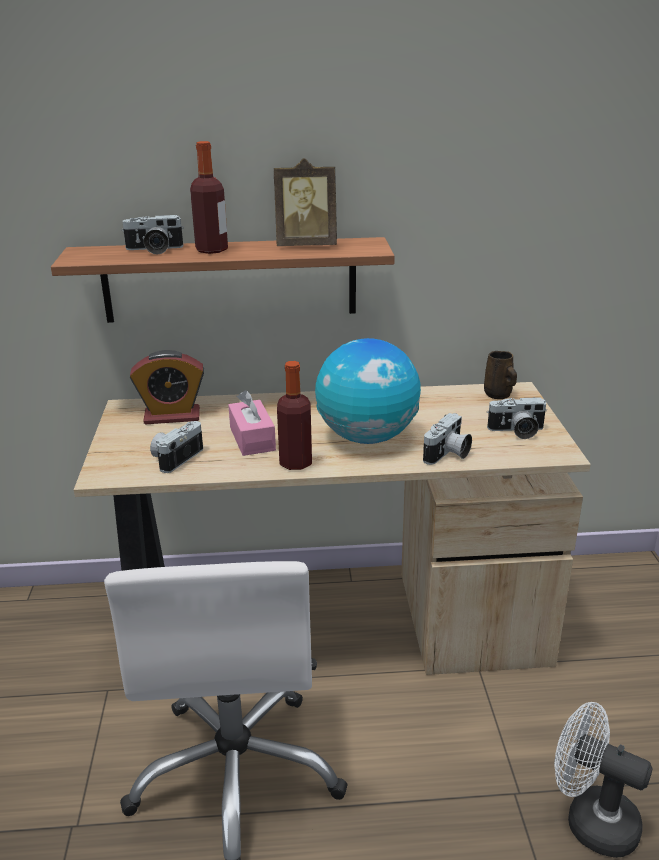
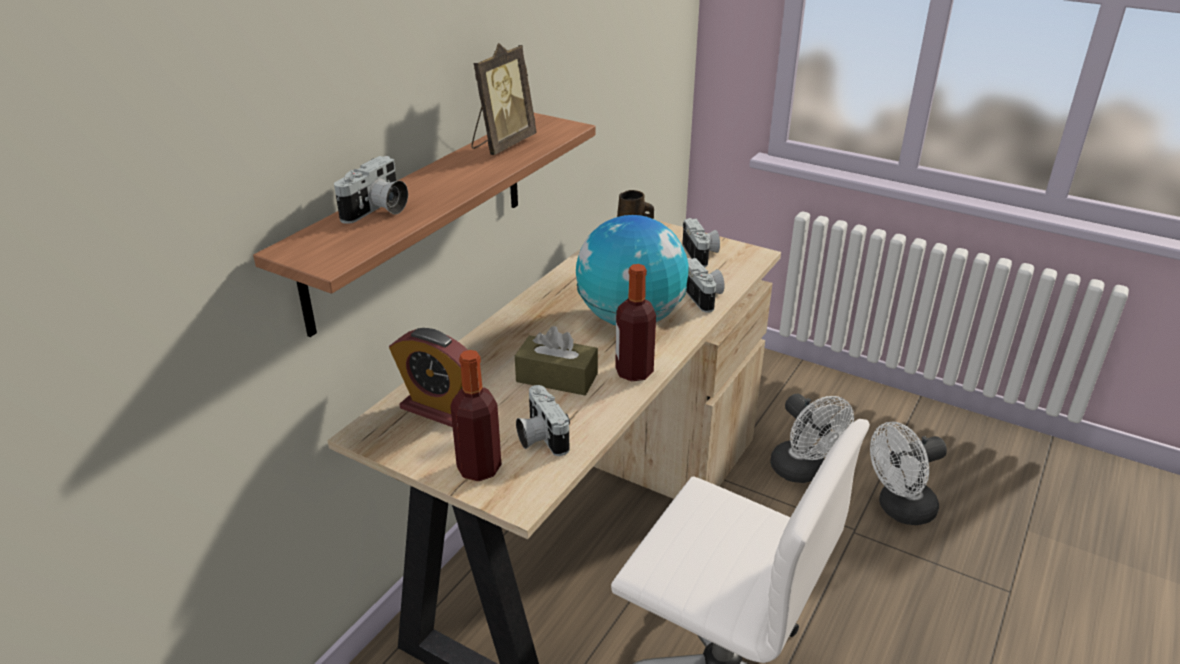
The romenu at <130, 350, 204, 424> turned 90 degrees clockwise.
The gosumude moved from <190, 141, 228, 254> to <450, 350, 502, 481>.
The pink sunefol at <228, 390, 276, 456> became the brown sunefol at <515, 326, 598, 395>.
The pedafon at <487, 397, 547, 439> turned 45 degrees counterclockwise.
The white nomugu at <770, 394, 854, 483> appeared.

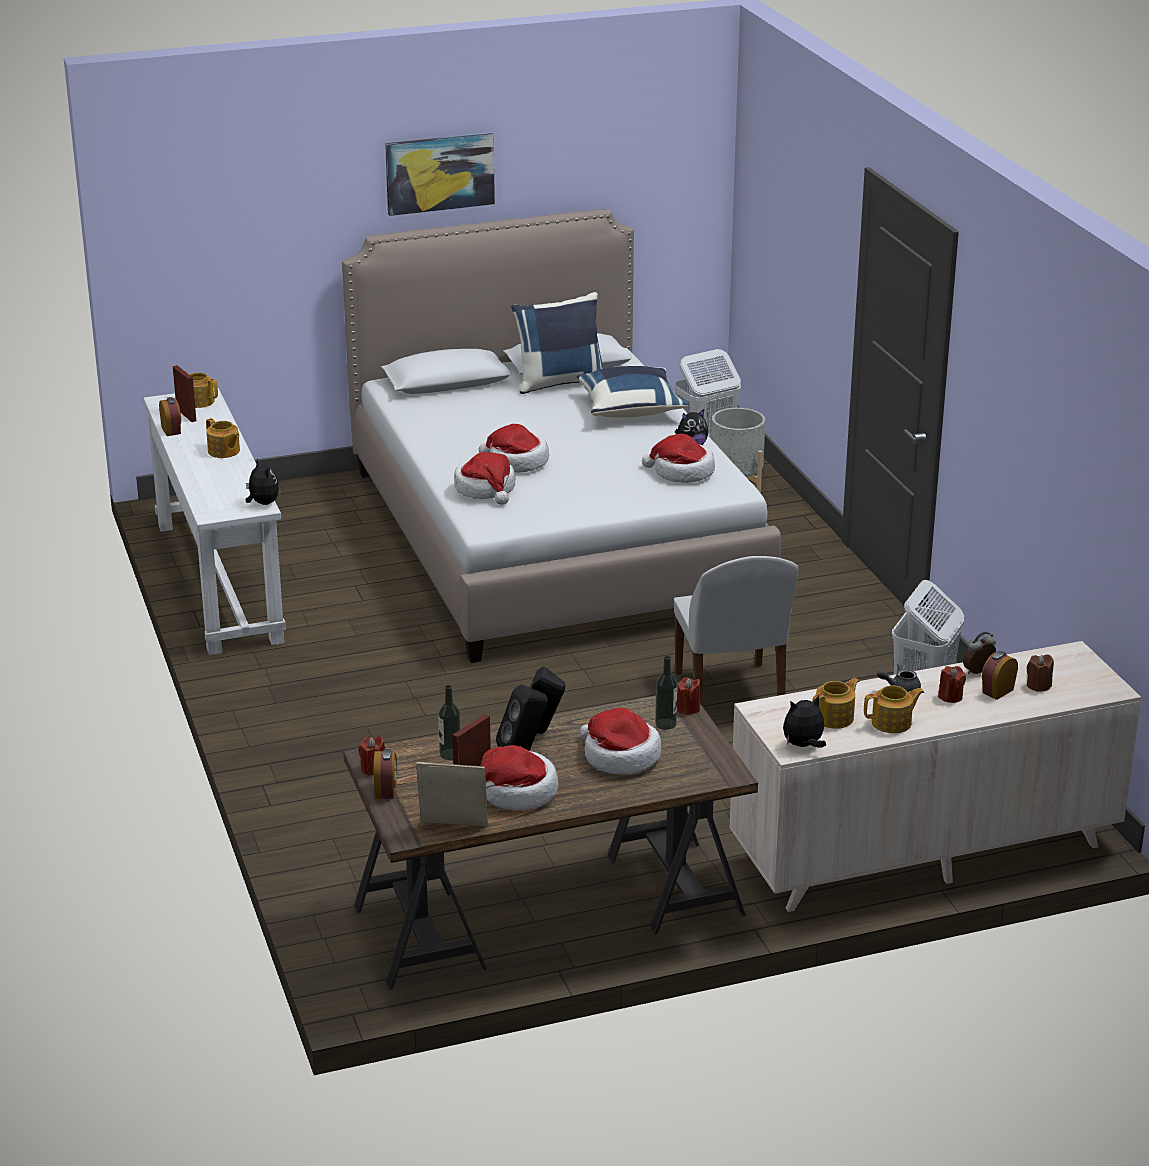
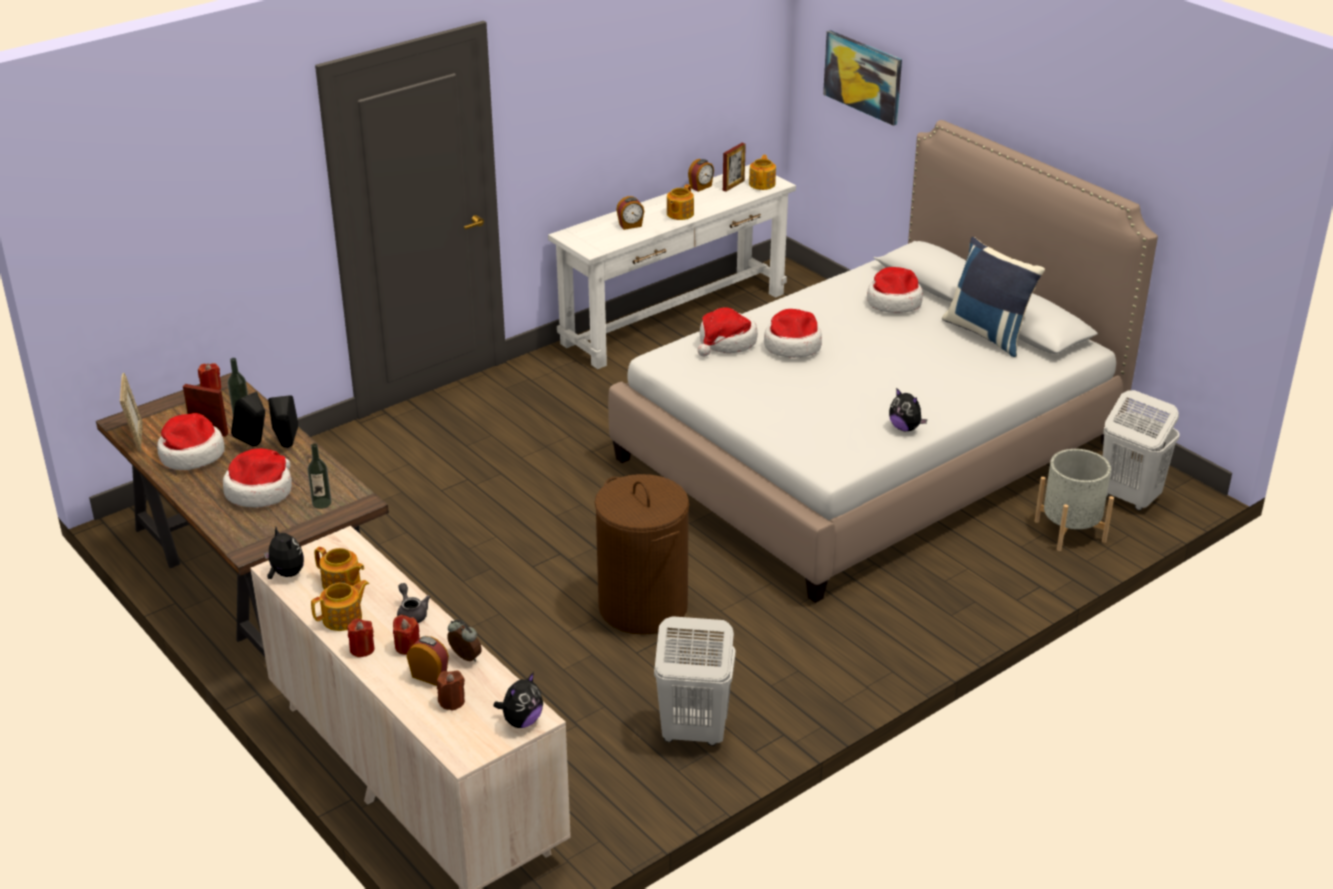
The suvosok moved from <246, 458, 279, 505> to <493, 672, 543, 728>.
The romenu moved from <374, 749, 397, 799> to <616, 196, 644, 230>.
The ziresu moved from <385, 132, 495, 216> to <823, 30, 902, 126>.
The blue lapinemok at <576, 366, 689, 418> disappeared.
The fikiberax moved from <642, 434, 715, 483> to <867, 267, 923, 313>.
The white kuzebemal at <674, 556, 799, 707> was replaced by the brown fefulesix at <594, 474, 689, 635>.
The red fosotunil moved from <677, 678, 700, 714> to <347, 619, 375, 657>.
The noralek at <864, 686, 925, 733> turned 90 degrees counterclockwise.

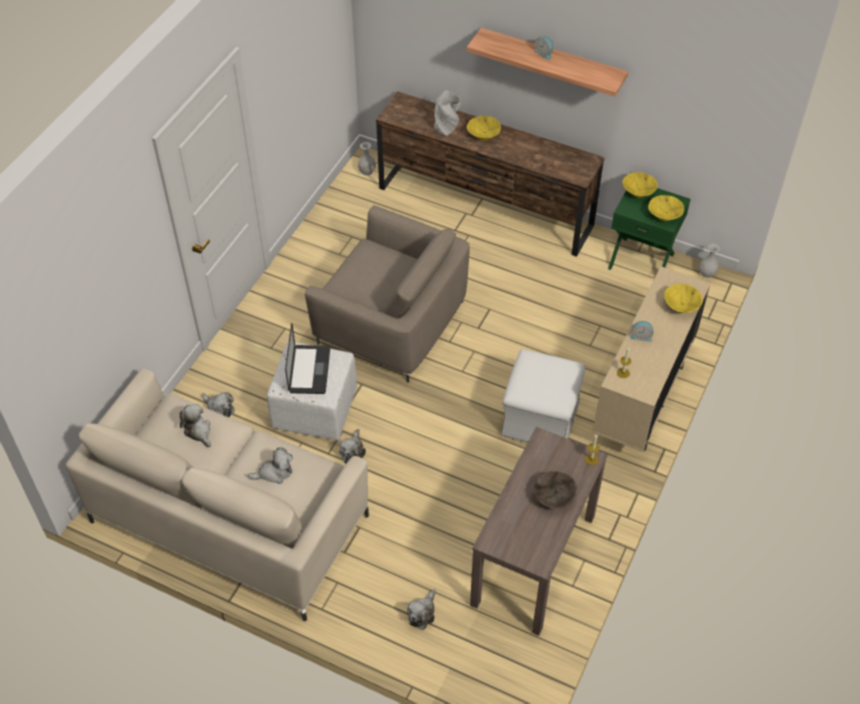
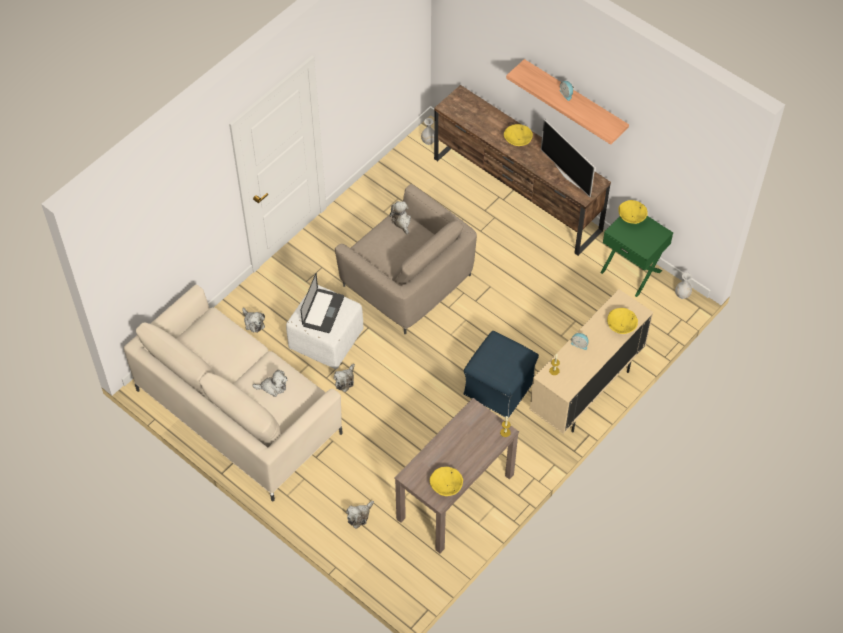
The suvosok moved from <180, 404, 211, 447> to <389, 201, 411, 234>.
The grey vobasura at <434, 91, 461, 136> disappeared.
The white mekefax at <501, 349, 586, 443> became the blue mekefax at <464, 331, 539, 418>.
The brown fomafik at <534, 471, 577, 509> disappeared.
The yellow fomafik moved from <648, 195, 684, 221> to <430, 467, 463, 496>.
The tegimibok at <541, 119, 595, 197> appeared.

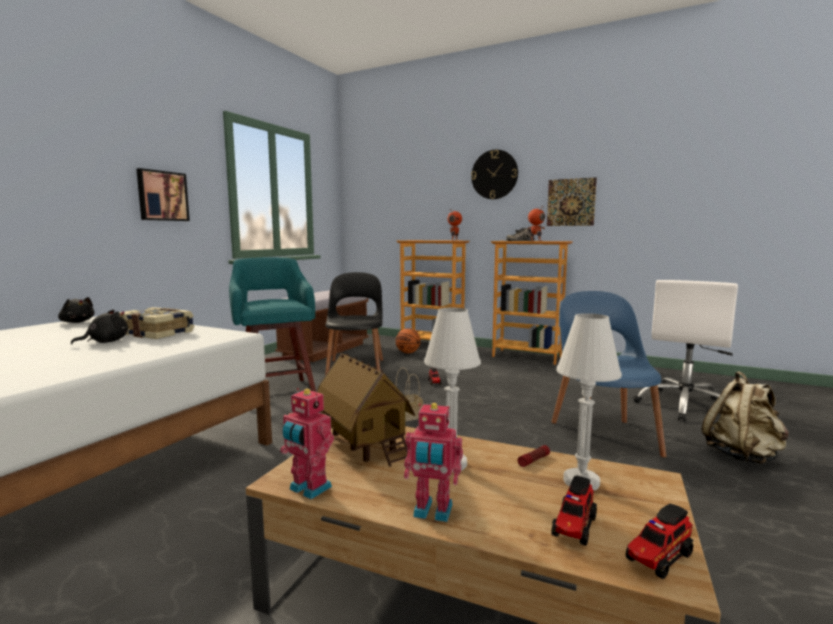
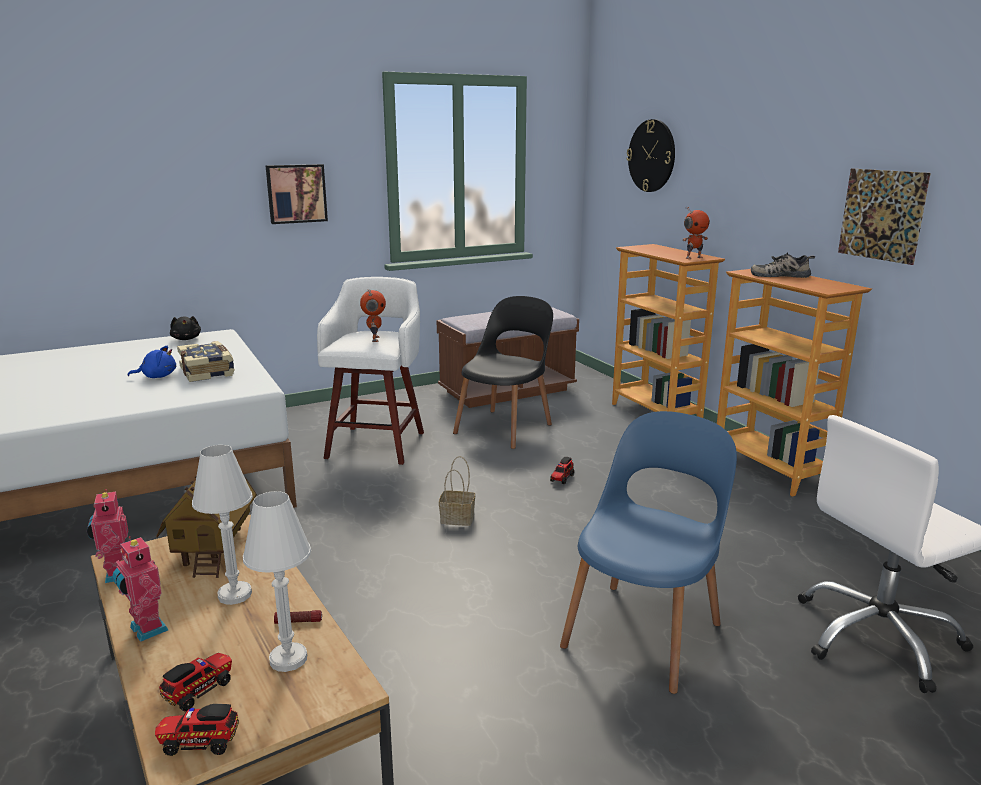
The black suvosok at <71, 309, 128, 344> became the blue suvosok at <127, 346, 176, 378>.
The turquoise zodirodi at <229, 257, 316, 392> became the white zodirodi at <317, 277, 424, 465>.
The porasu at <396, 328, 421, 353> disappeared.
The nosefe moved from <471, 149, 518, 199> to <627, 119, 675, 192>.
The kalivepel moved from <527, 207, 545, 241> to <360, 290, 386, 342>.
The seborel at <551, 476, 597, 546> turned 150 degrees clockwise.
The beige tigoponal at <702, 371, 789, 464> disappeared.

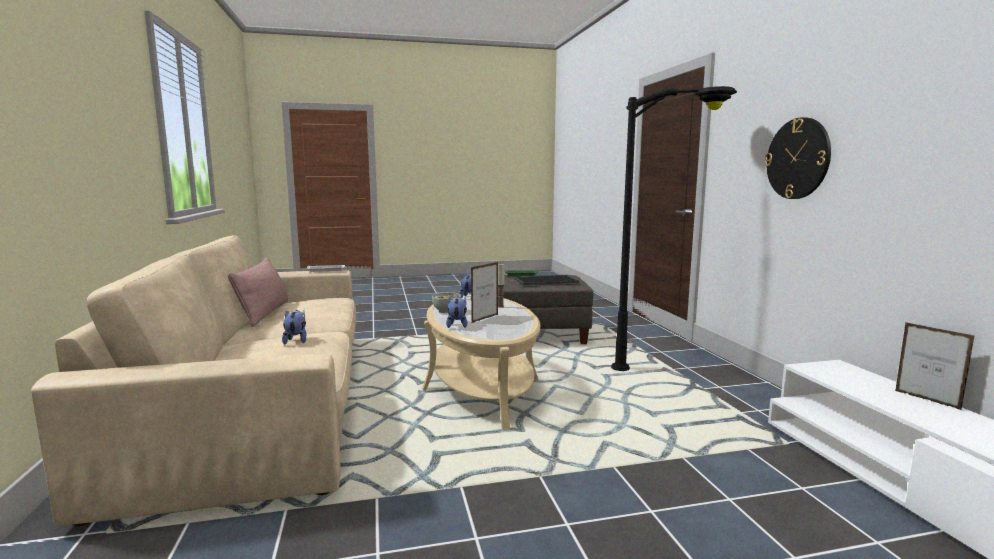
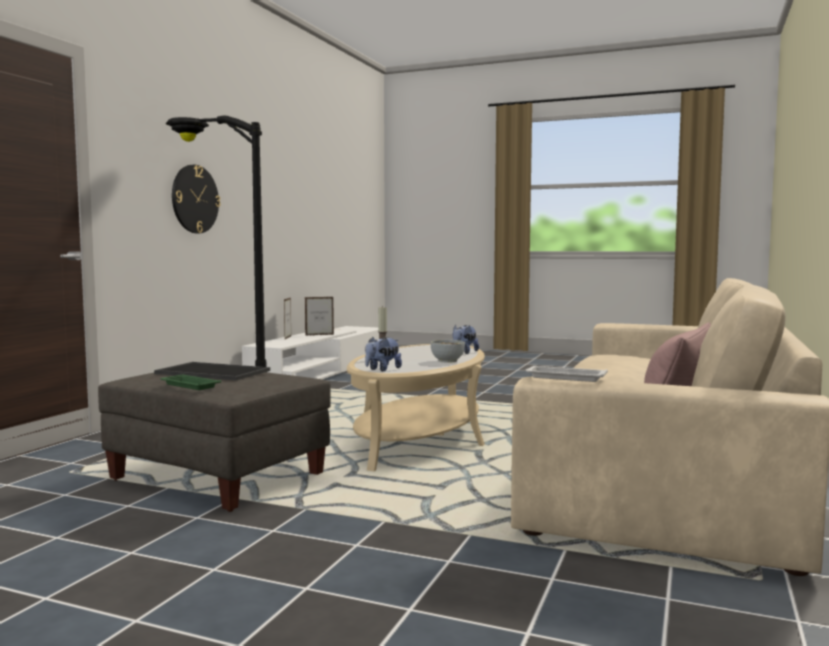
The suvosok at <282, 310, 307, 345> disappeared.
The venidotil moved from <471, 262, 498, 323> to <305, 297, 334, 336>.

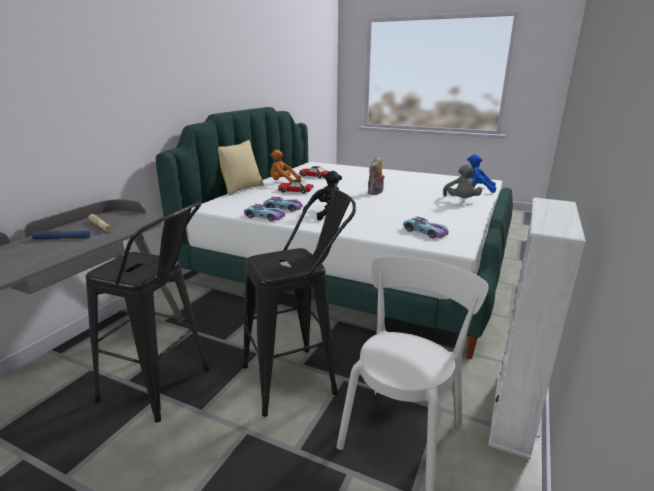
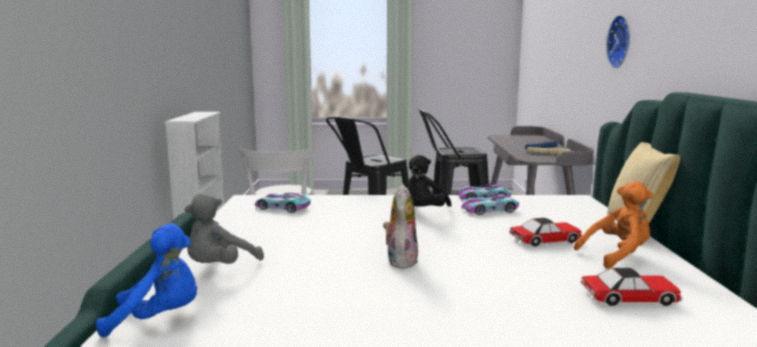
The grey suvosok at <443, 164, 482, 198> turned 120 degrees counterclockwise.
The nosefe at <606, 15, 630, 68> appeared.

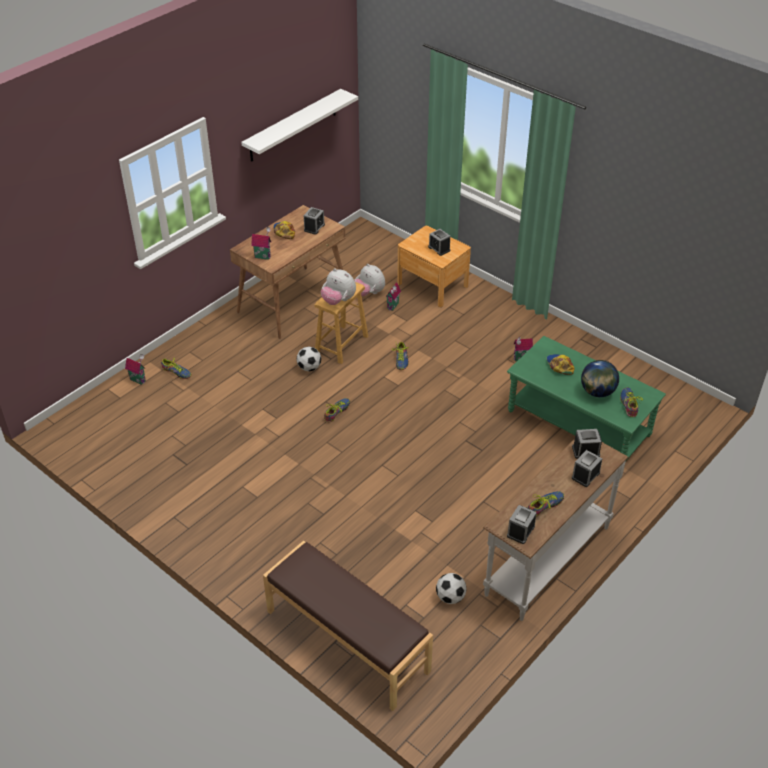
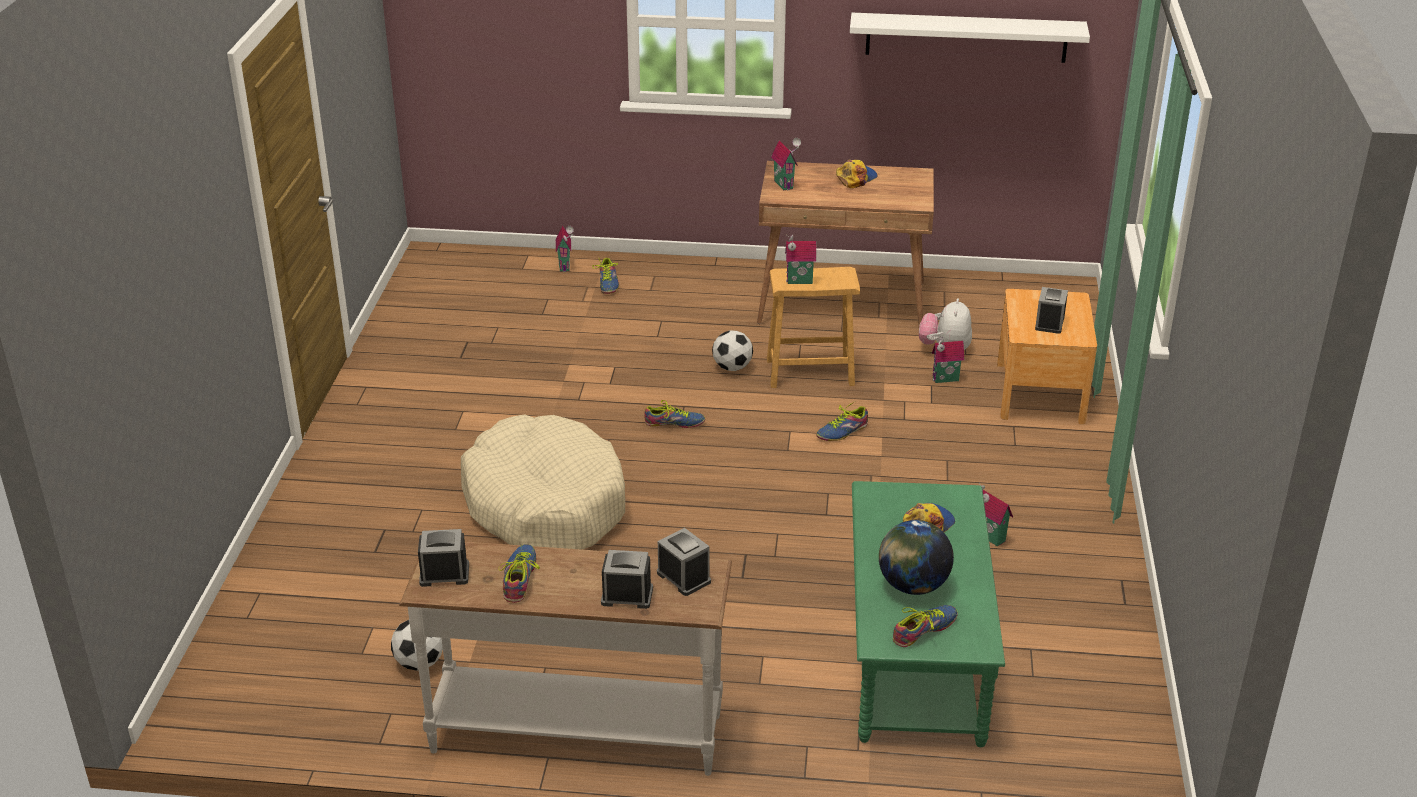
The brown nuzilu at <263, 541, 433, 711> disappeared.
The romenu at <304, 207, 325, 235> disappeared.
The suvosok at <321, 268, 356, 305> was replaced by the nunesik at <785, 234, 816, 284>.
The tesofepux at <528, 491, 564, 517> turned 105 degrees counterclockwise.
The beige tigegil at <461, 414, 625, 550> appeared.

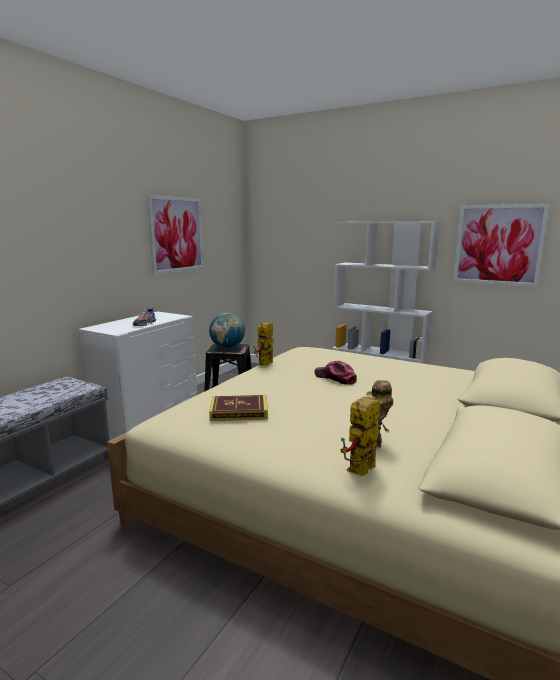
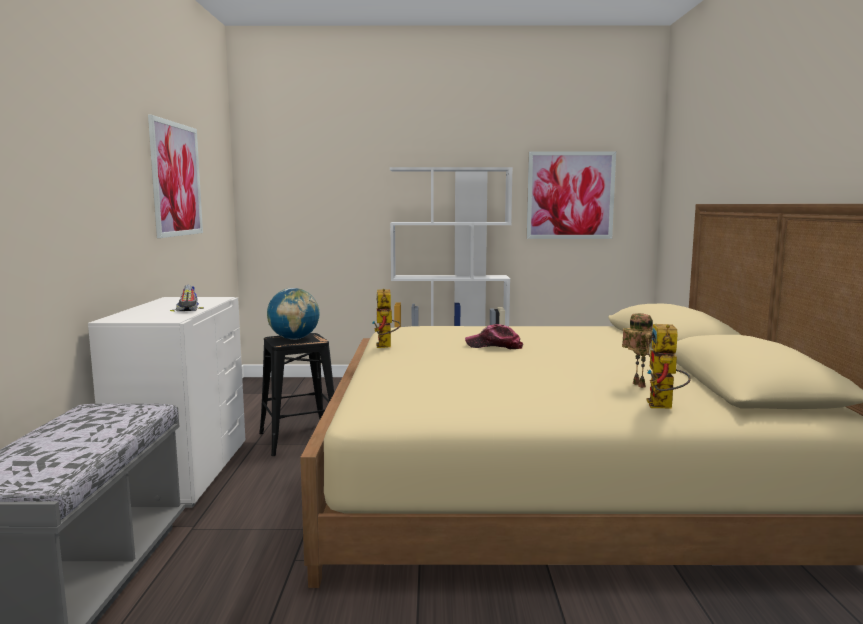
The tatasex at <209, 395, 268, 421> disappeared.

